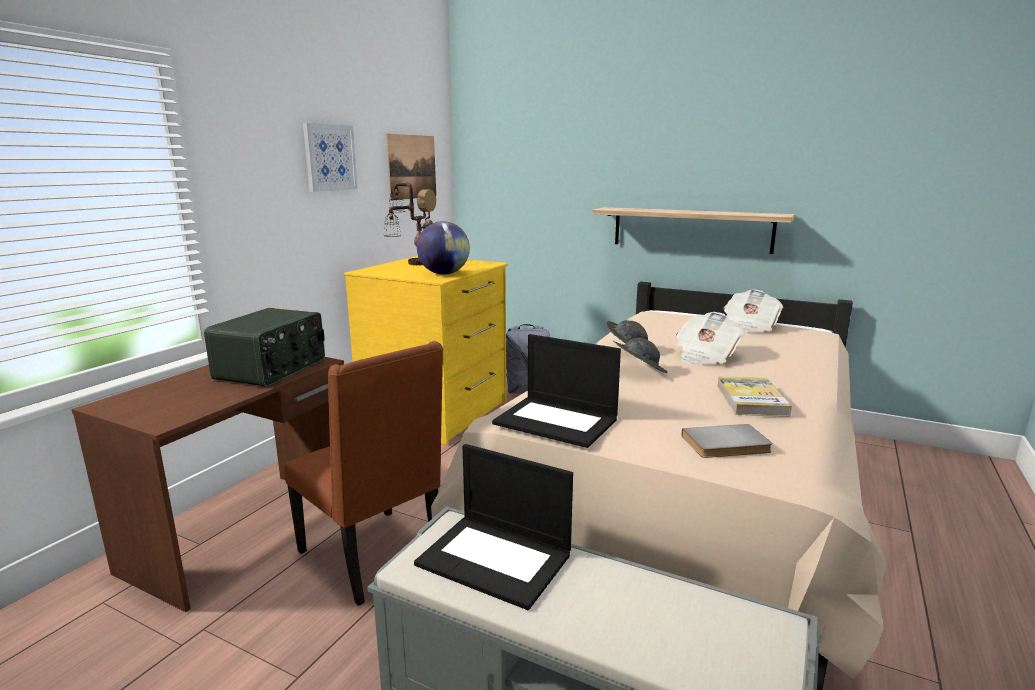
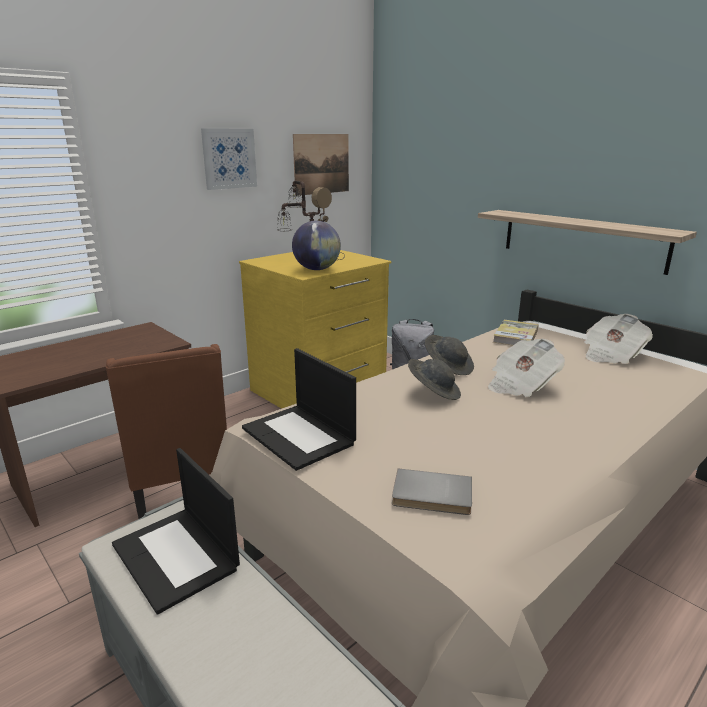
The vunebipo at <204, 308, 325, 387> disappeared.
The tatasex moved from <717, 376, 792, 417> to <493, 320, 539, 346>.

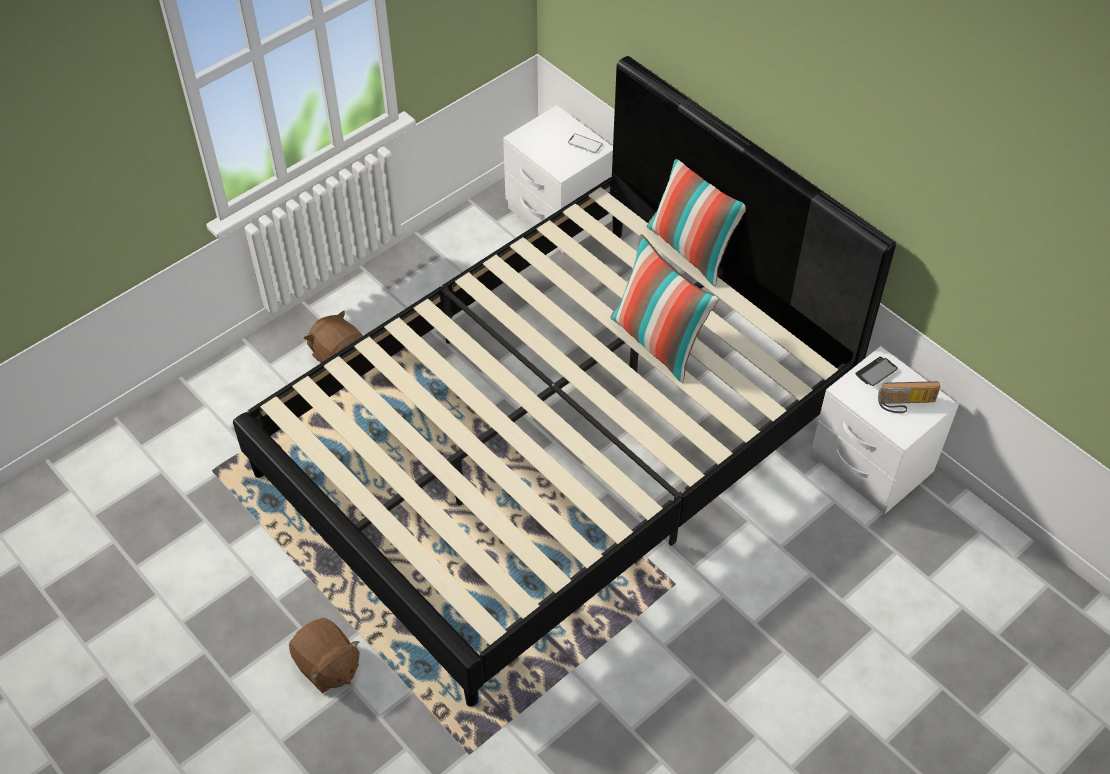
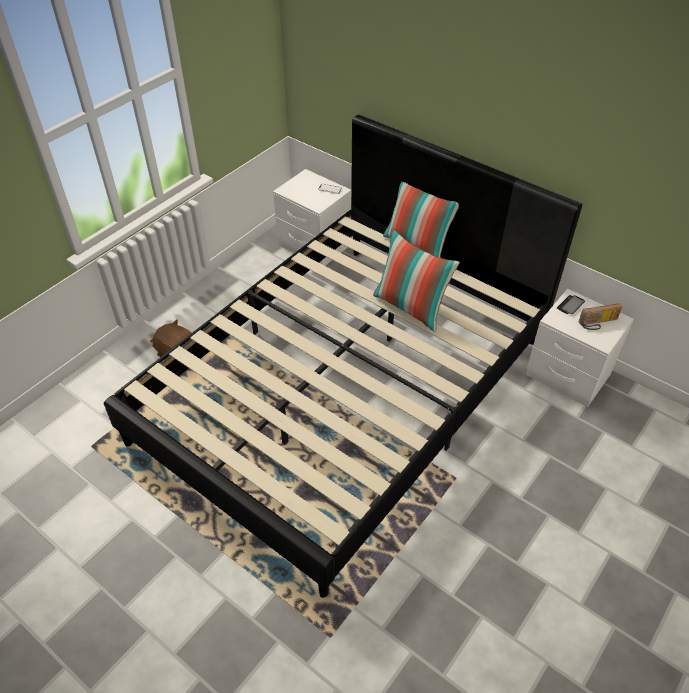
The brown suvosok at <289, 618, 360, 693> disappeared.

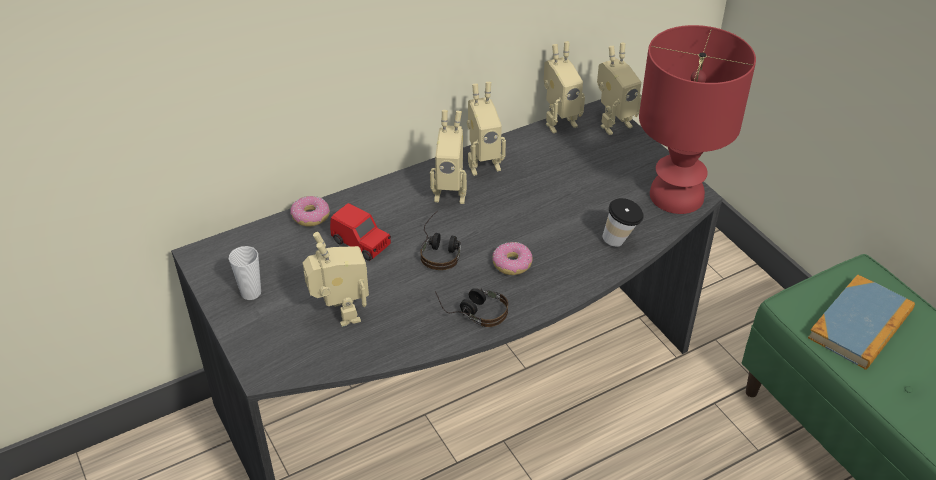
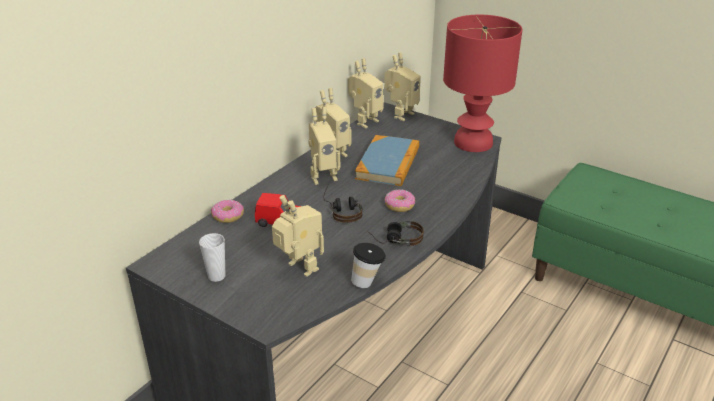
The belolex moved from <603, 198, 644, 247> to <351, 243, 386, 288>.
The tatasex moved from <808, 274, 915, 370> to <355, 135, 419, 186>.

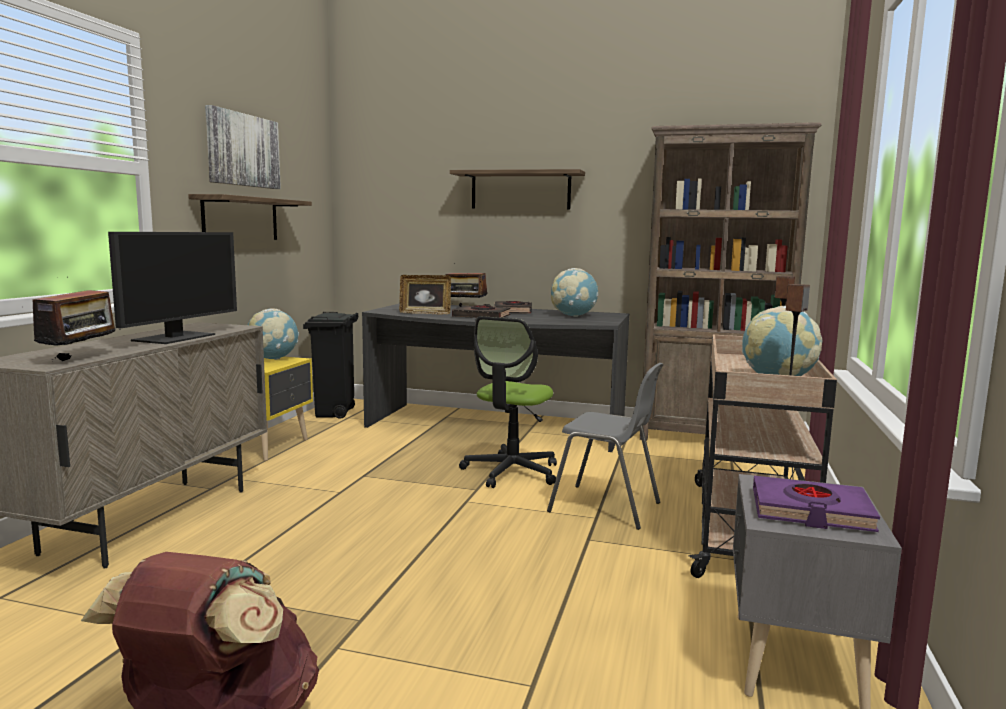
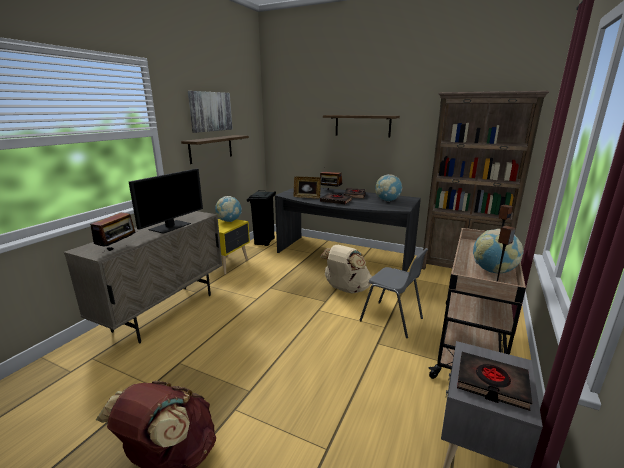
The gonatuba at <459, 316, 557, 488> was replaced by the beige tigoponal at <320, 245, 372, 293>.
The purple tatasex at <753, 476, 880, 532> became the black tatasex at <457, 352, 532, 411>.

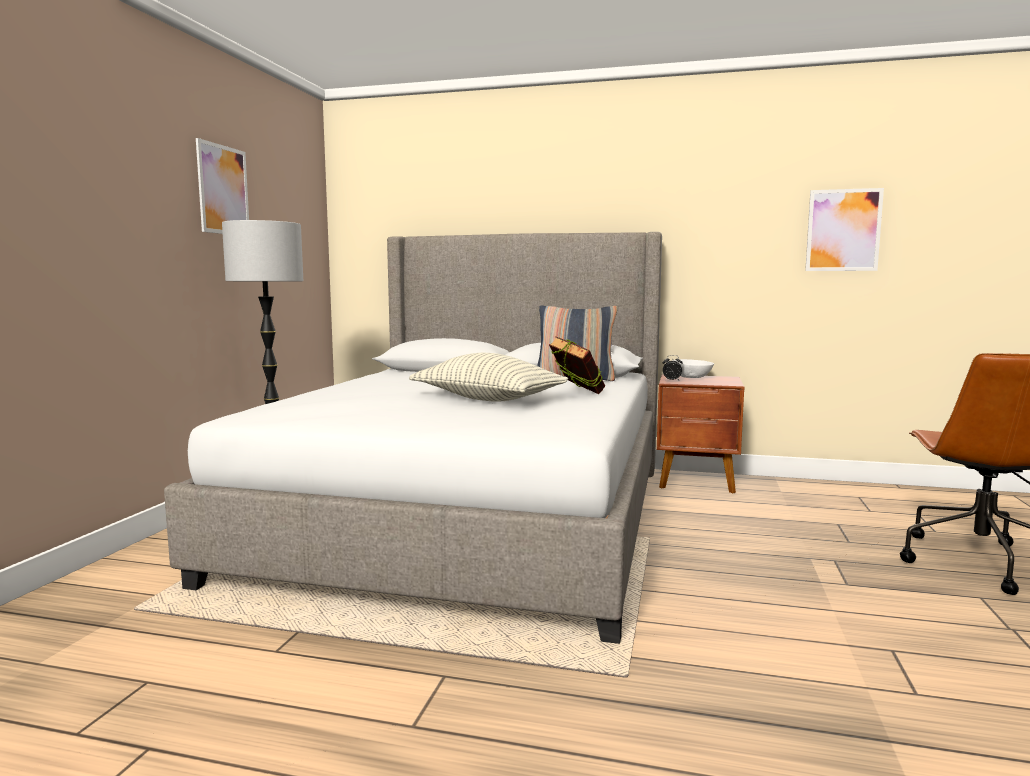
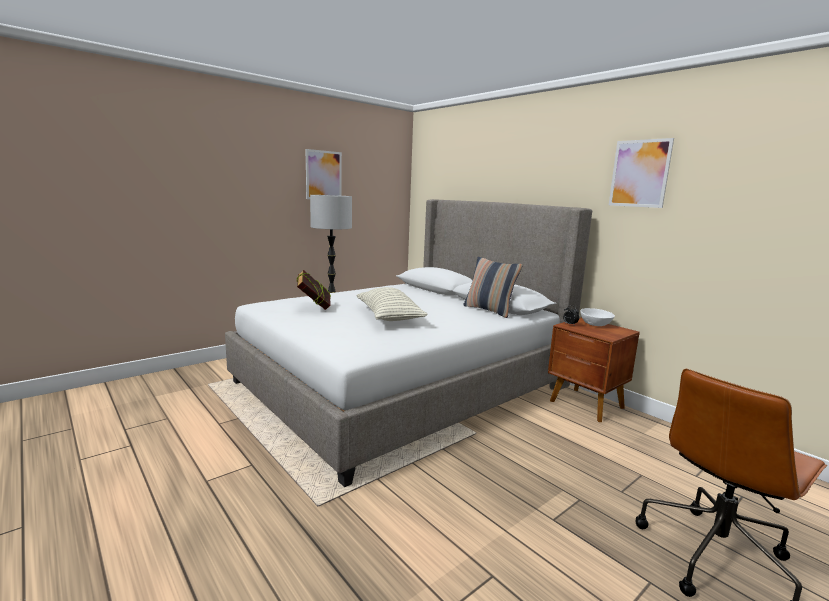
The tatasex moved from <549, 336, 605, 394> to <297, 270, 331, 310>.
The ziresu moved from <805, 188, 884, 271> to <609, 138, 674, 208>.

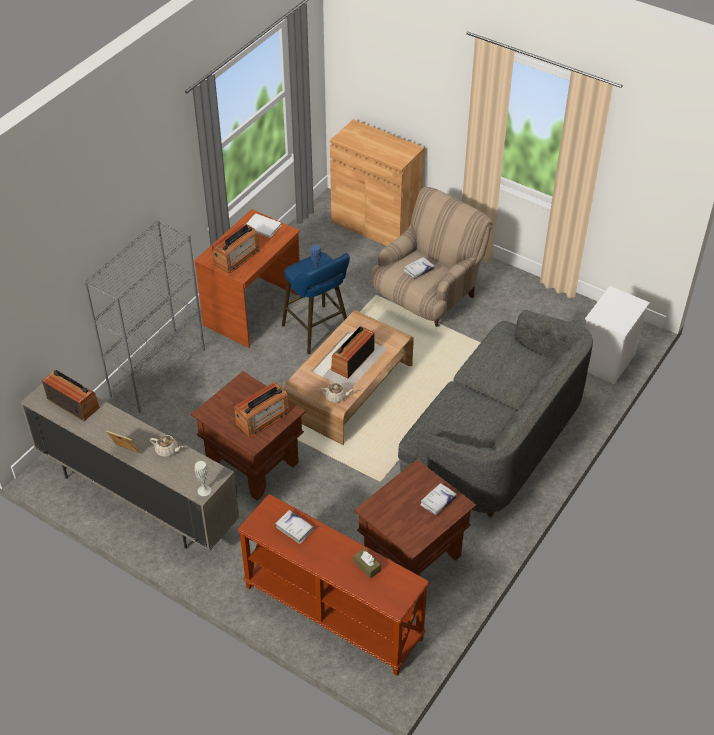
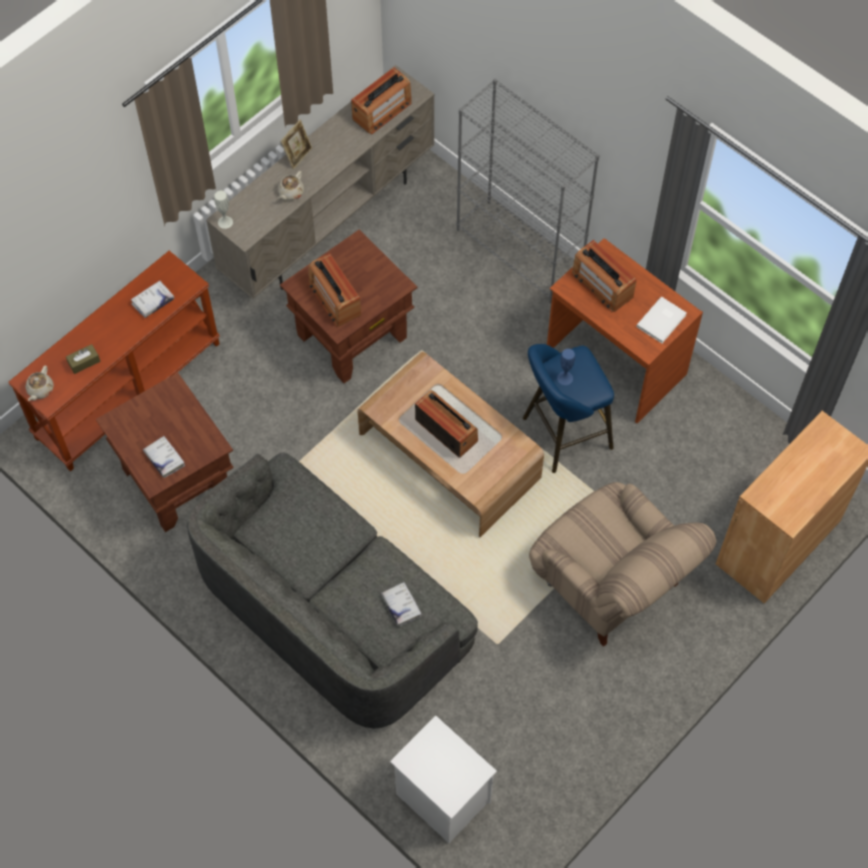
The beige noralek moved from <320, 383, 354, 403> to <25, 365, 54, 401>.
The white tatasex moved from <403, 257, 434, 279> to <381, 582, 421, 626>.

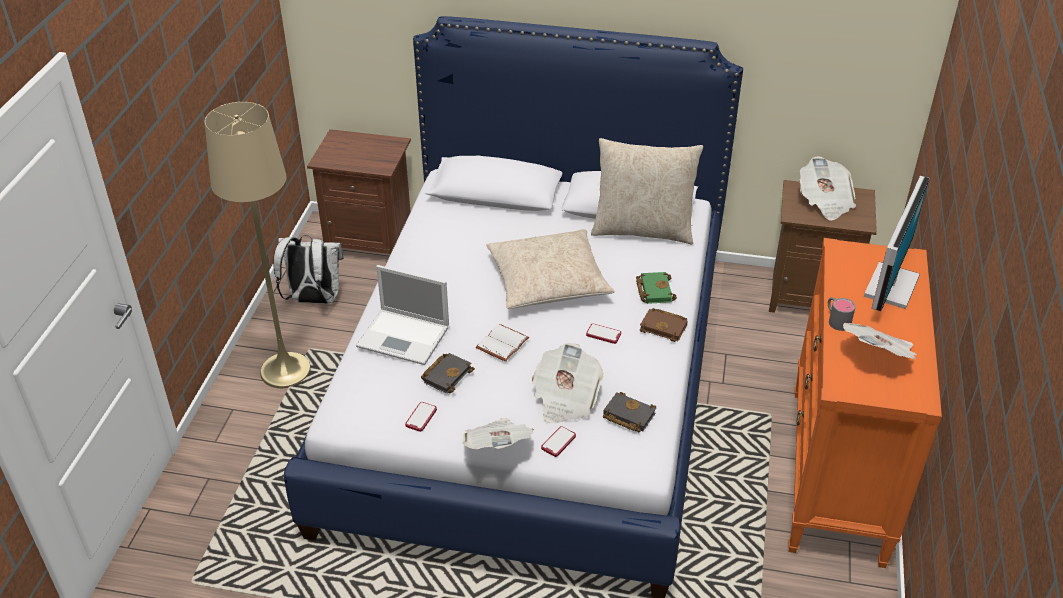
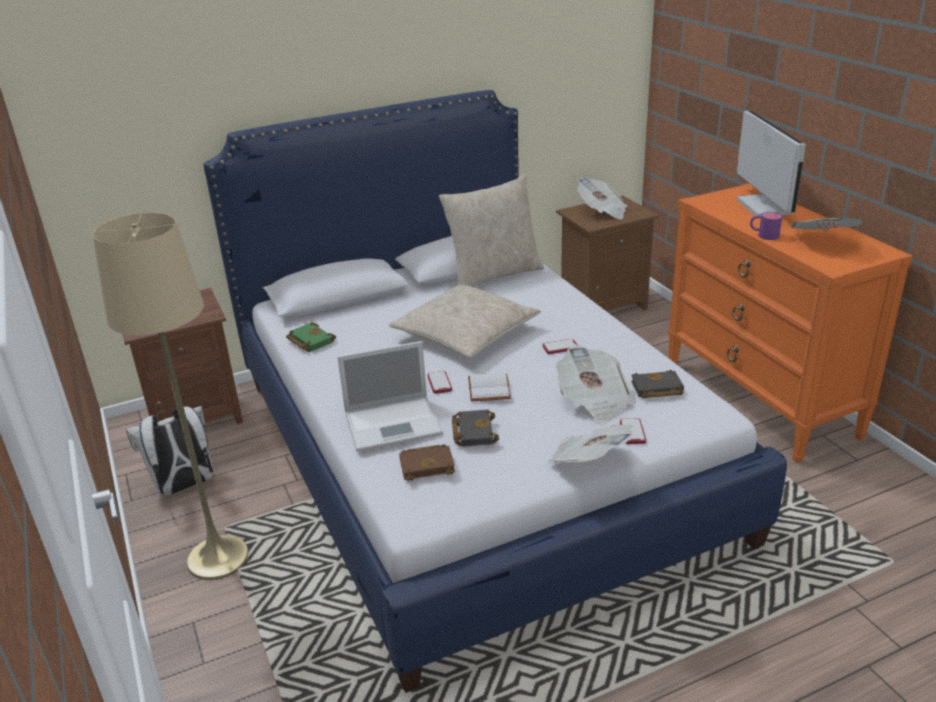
The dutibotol moved from <405, 402, 437, 432> to <427, 371, 452, 394>.
The green tatasex moved from <636, 272, 677, 304> to <286, 322, 336, 352>.
The brown tatasex moved from <640, 308, 688, 342> to <399, 444, 455, 481>.
The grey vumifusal at <828, 297, 856, 331> became the purple vumifusal at <750, 212, 782, 240>.

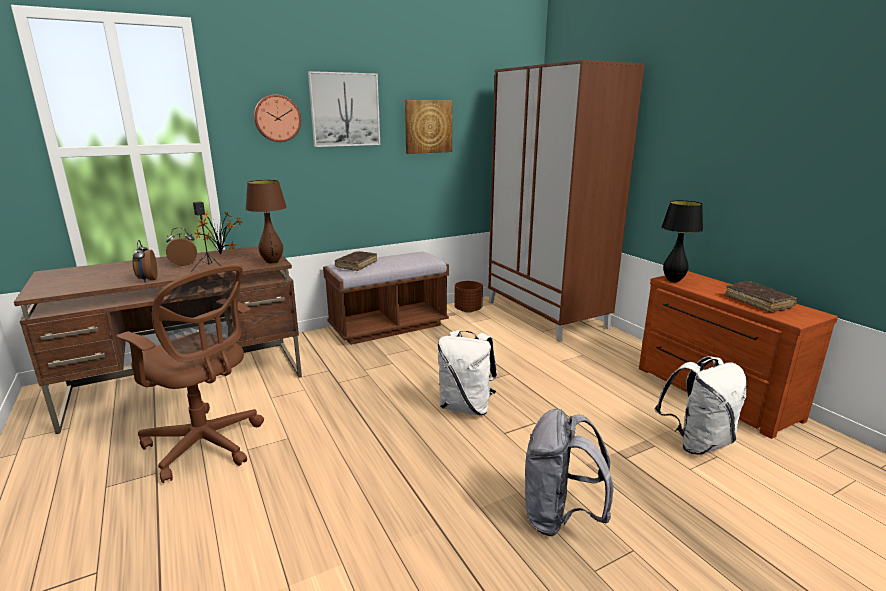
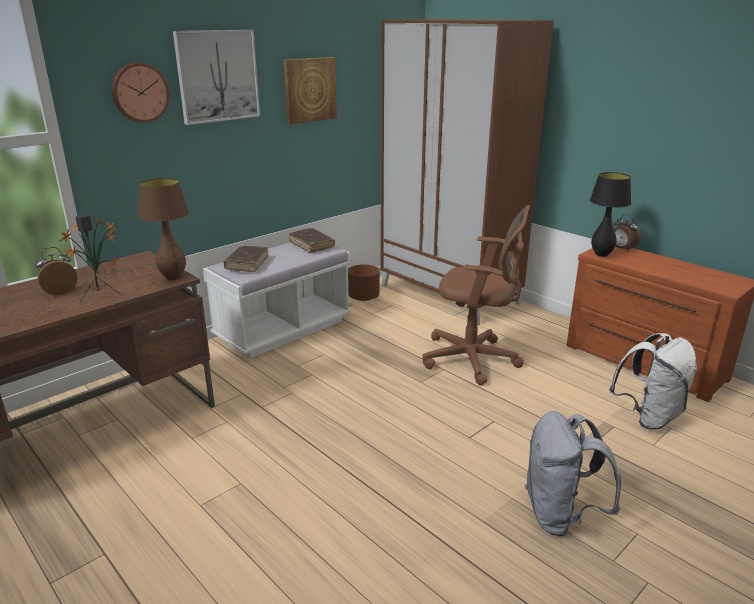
The brown gonatuba moved from <116, 265, 264, 483> to <423, 205, 530, 386>.
The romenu moved from <132, 240, 157, 282> to <614, 214, 641, 251>.
The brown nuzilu at <323, 252, 449, 345> became the white nuzilu at <203, 242, 351, 358>.
The white tigoponal at <438, 330, 497, 415> disappeared.
The brown tatasex moved from <724, 282, 797, 313> to <289, 228, 335, 253>.

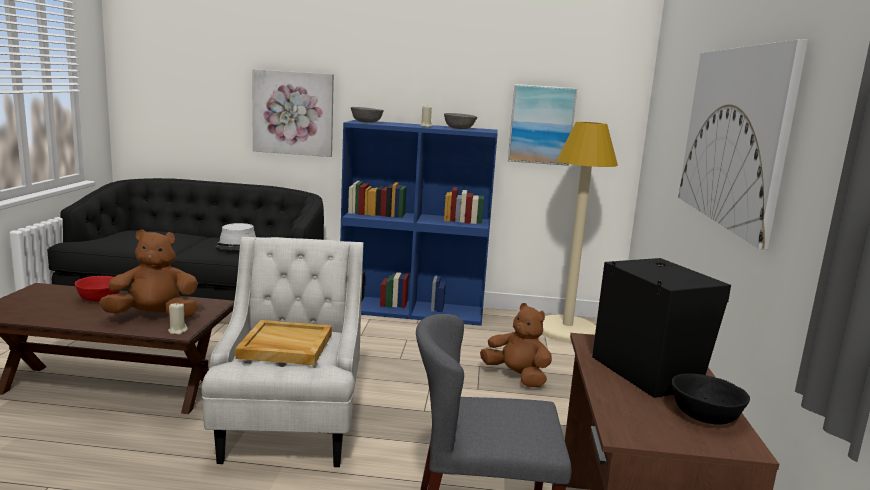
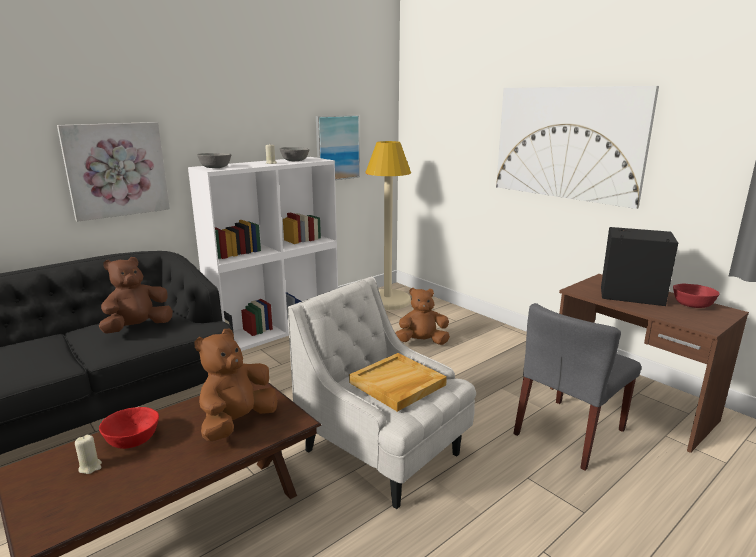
The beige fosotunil moved from <168, 302, 187, 335> to <75, 435, 102, 474>.
The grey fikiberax at <215, 223, 256, 250> was replaced by the brown suvosok at <99, 257, 173, 334>.
The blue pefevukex at <340, 120, 498, 326> became the white pefevukex at <188, 157, 338, 351>.
The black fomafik at <672, 373, 750, 424> became the red fomafik at <673, 284, 720, 308>.

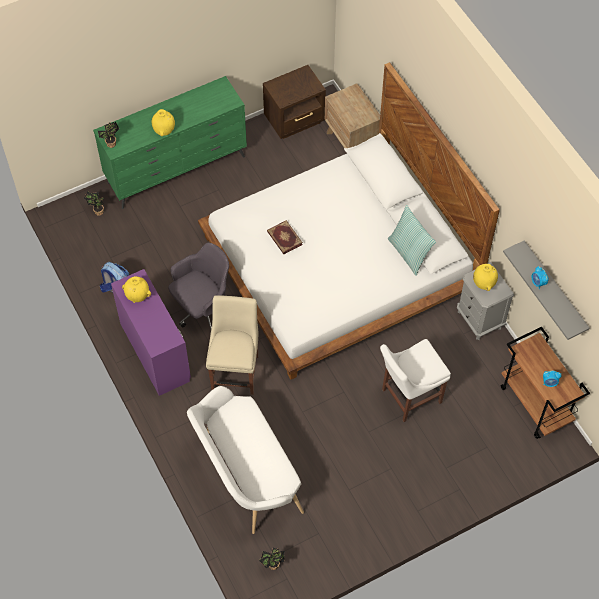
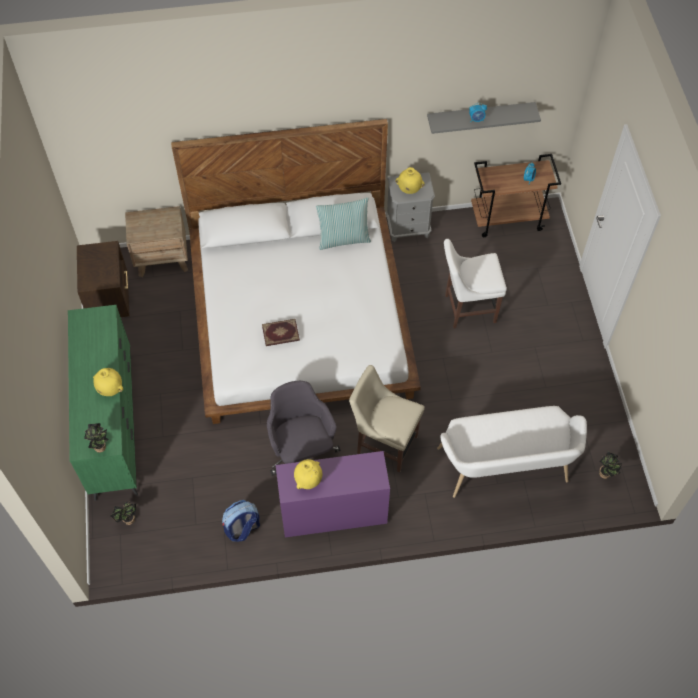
The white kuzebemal at <380, 339, 451, 422> turned 90 degrees clockwise.

